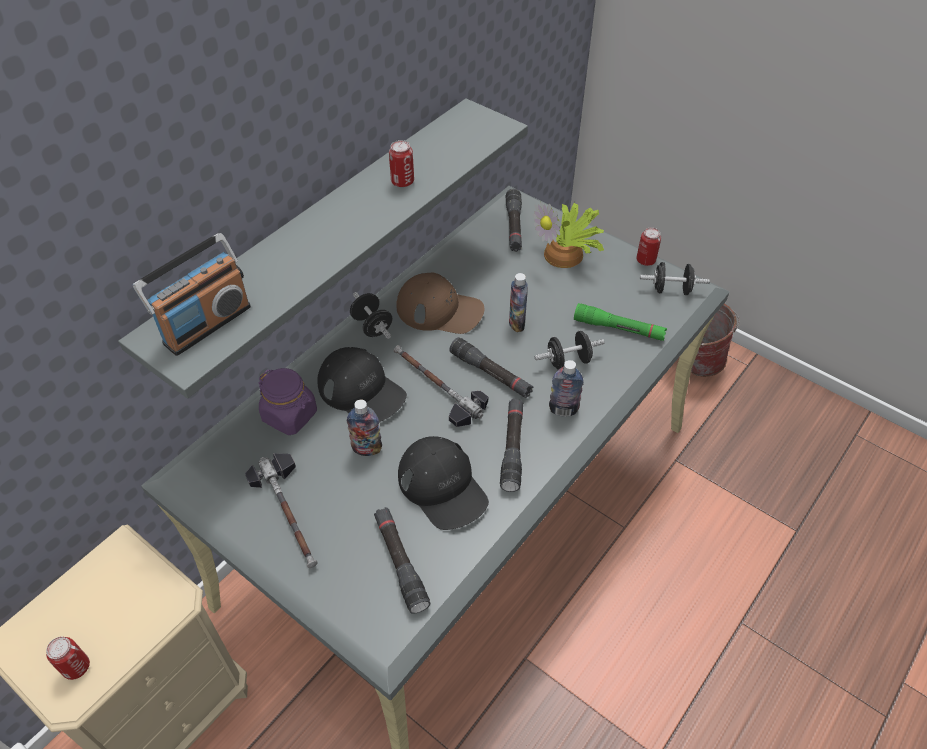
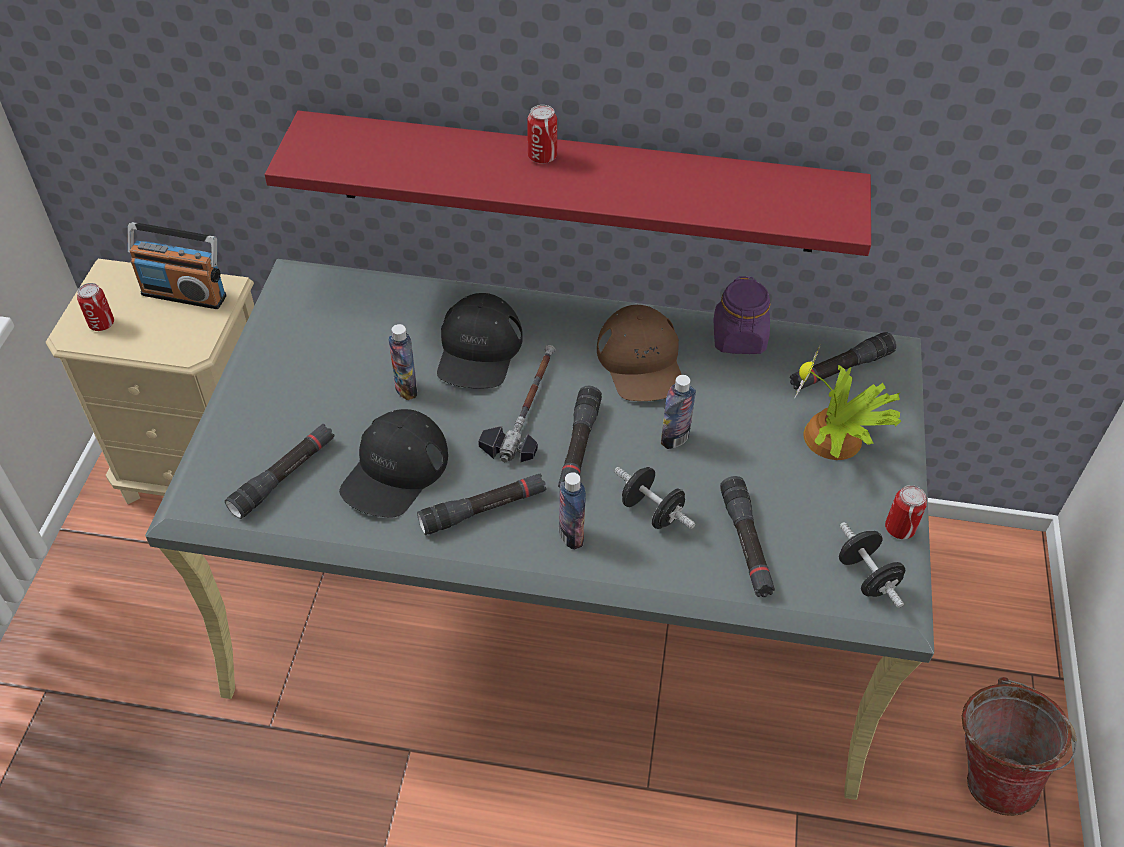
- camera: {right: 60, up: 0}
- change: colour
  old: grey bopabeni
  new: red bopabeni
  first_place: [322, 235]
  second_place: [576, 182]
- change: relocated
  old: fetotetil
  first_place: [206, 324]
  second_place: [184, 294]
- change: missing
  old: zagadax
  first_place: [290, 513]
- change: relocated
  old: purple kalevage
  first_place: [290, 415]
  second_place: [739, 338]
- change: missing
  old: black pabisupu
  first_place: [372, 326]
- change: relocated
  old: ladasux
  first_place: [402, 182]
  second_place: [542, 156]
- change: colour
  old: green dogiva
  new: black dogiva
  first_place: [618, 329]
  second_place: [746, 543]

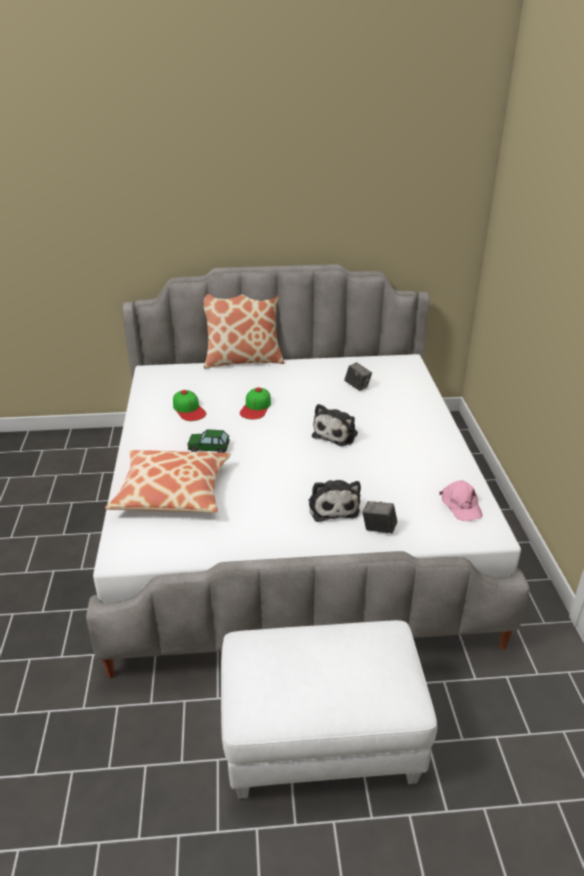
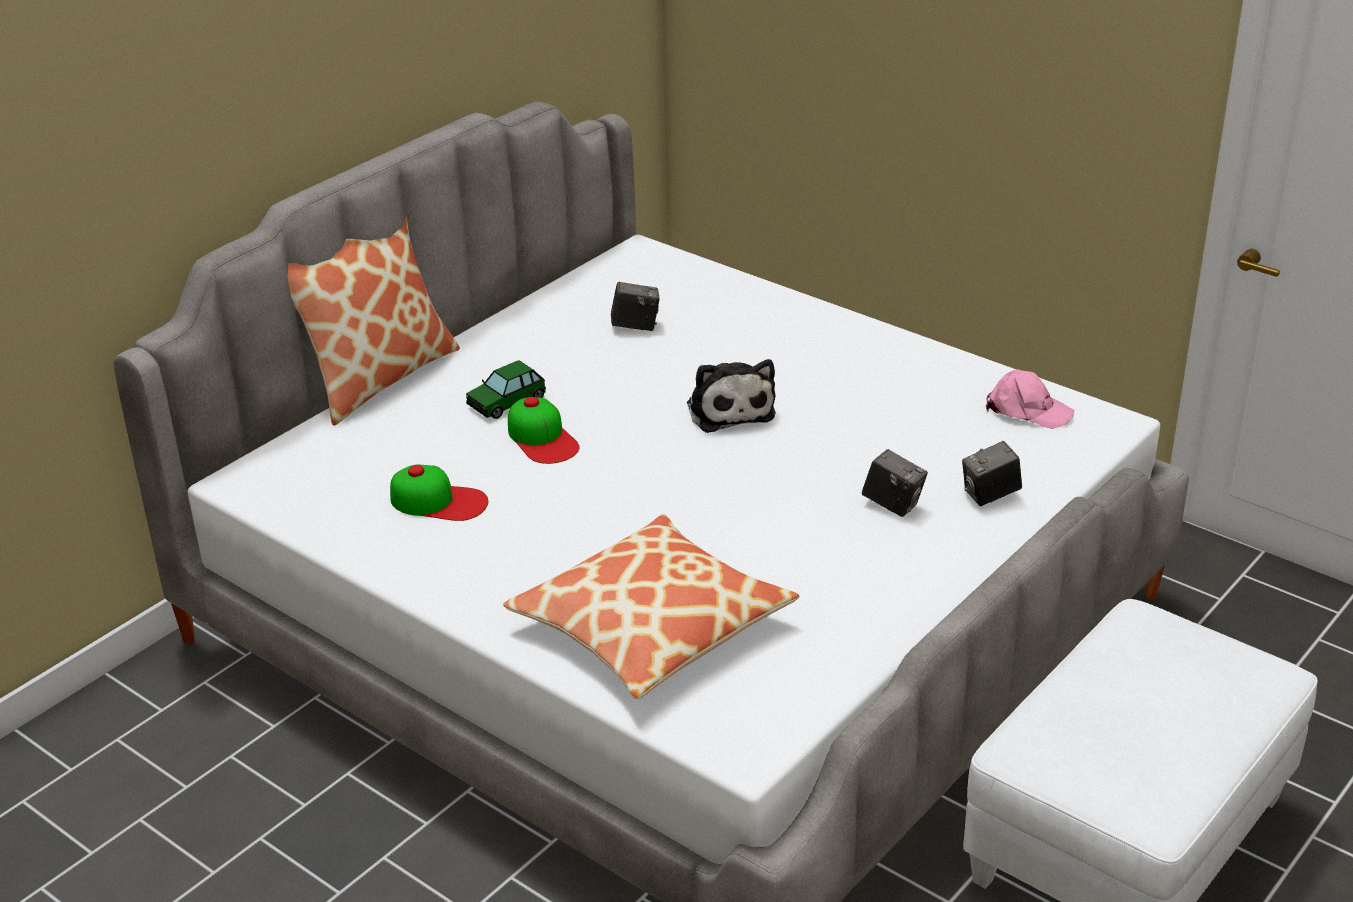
- camera: {right: -45, up: 0}
- change: relocated
  old: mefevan
  first_place: [209, 447]
  second_place: [506, 402]
- change: exchanged
  old: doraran
  new: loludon
  first_place: [332, 506]
  second_place: [893, 504]

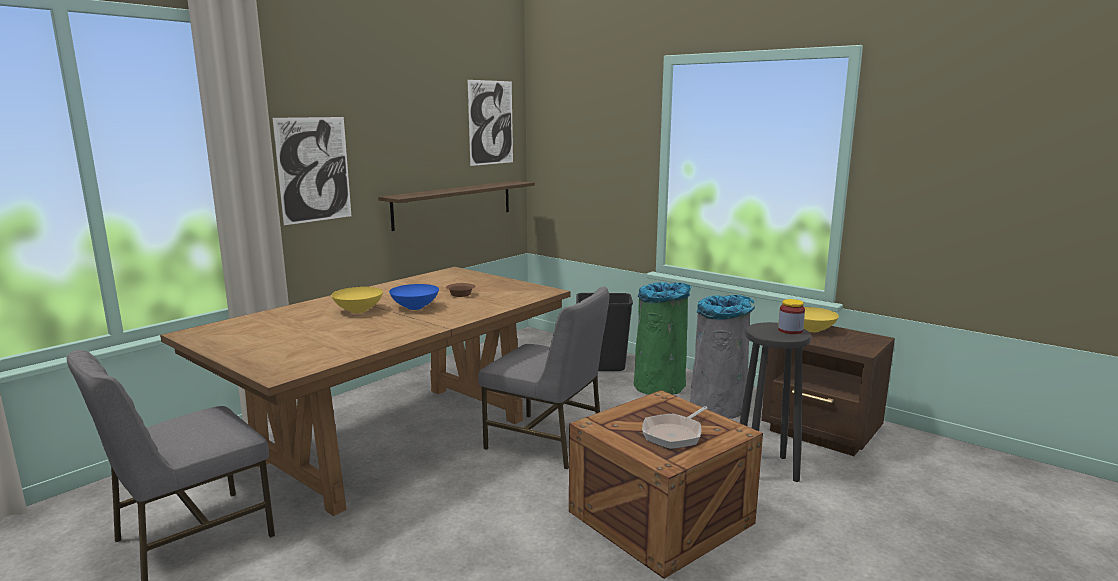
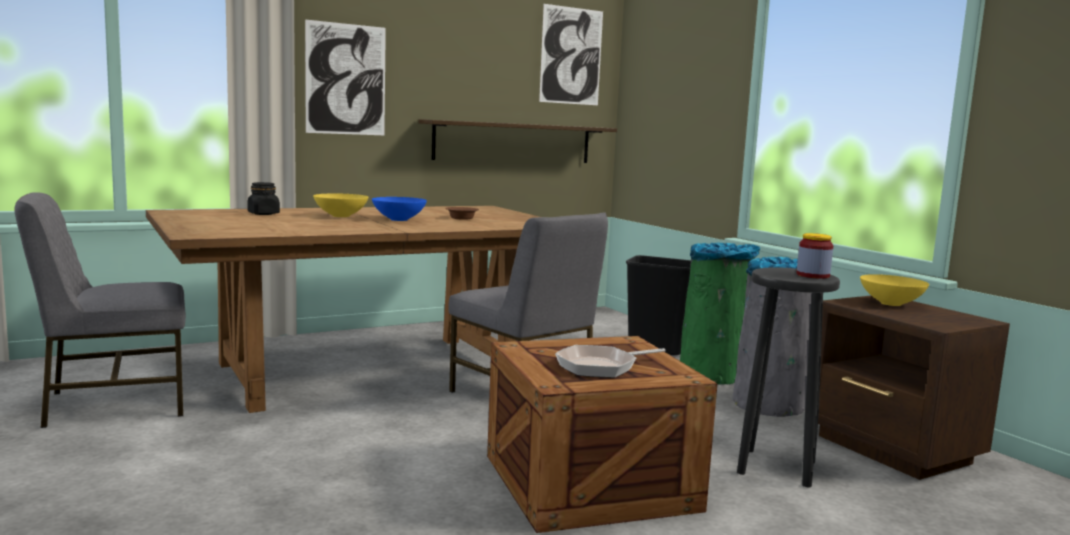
- camera: {right: 20, up: -5}
- change: appeared
  new: black kalevage
  second_place: [263, 214]

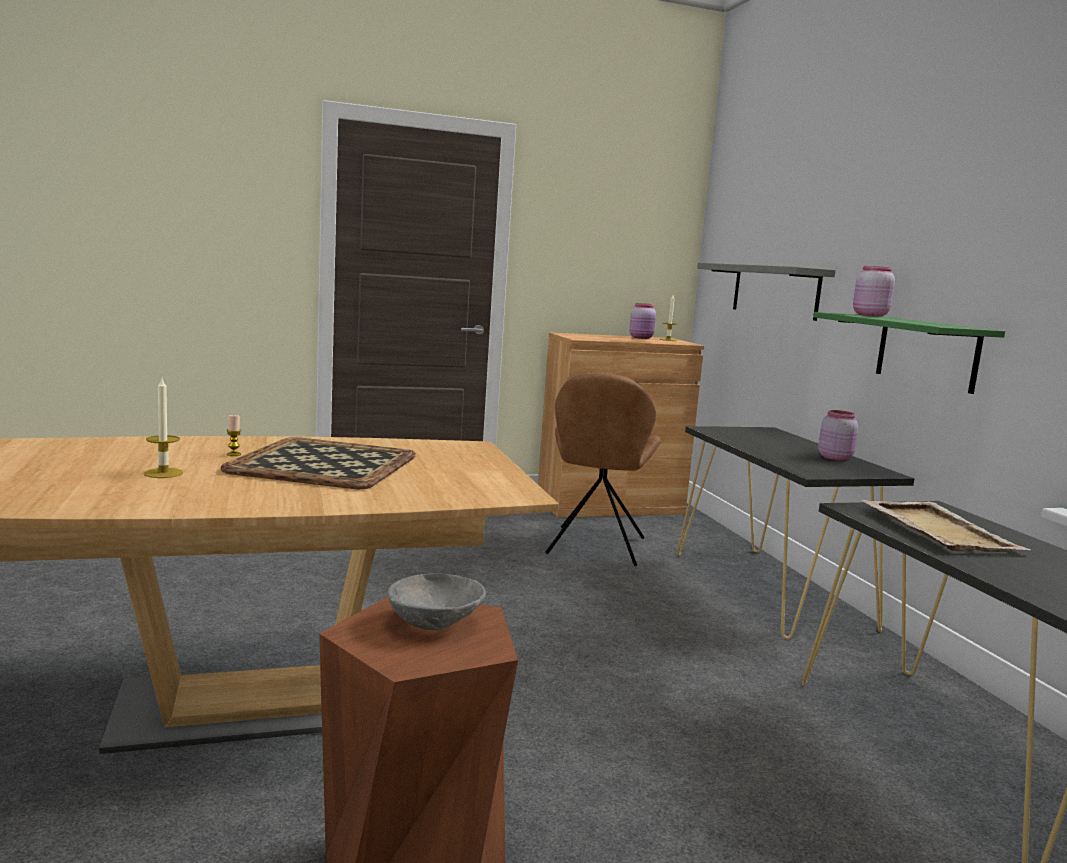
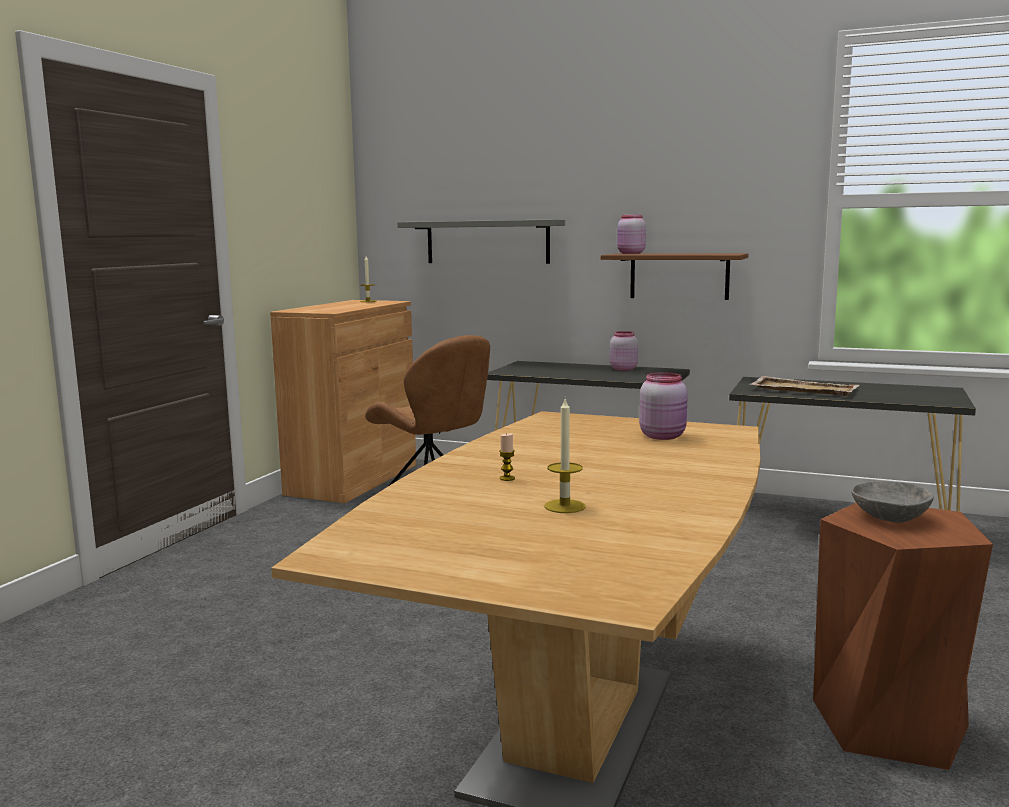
- camera: {right: -50, up: 0}
- change: missing
  old: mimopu
  first_place: [325, 464]
- change: relocated
  old: pink kalevage
  first_place: [641, 338]
  second_place: [663, 436]
- change: colour
  old: green bopabeni
  new: brown bopabeni
  first_place: [926, 352]
  second_place: [679, 276]

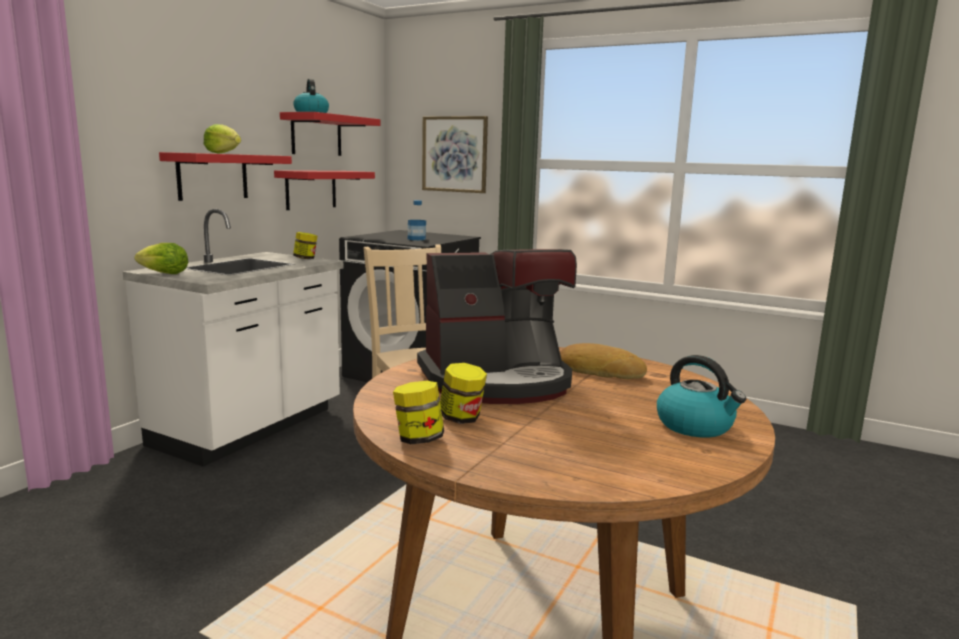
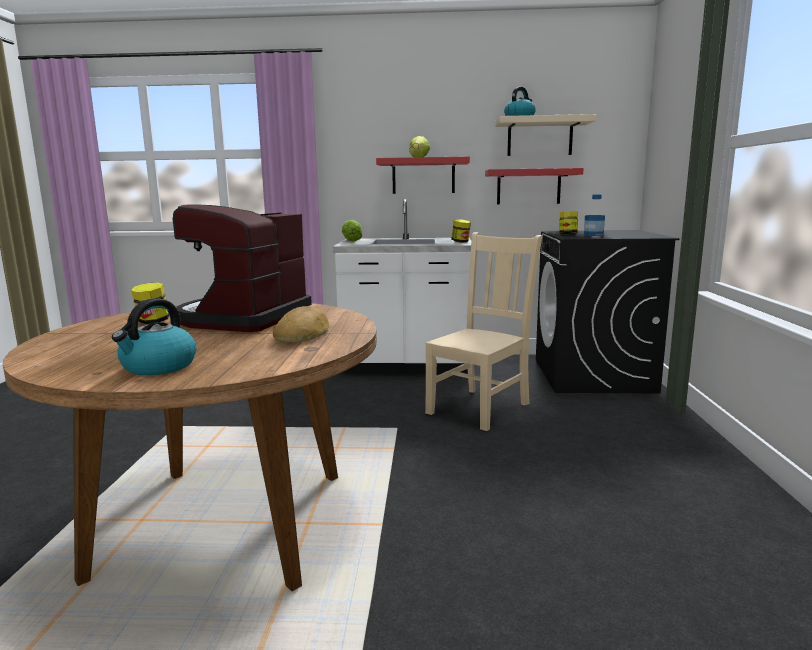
- camera: {right: 65, up: 0}
- change: colour
  old: red bopabeni
  new: beige bopabeni
  first_place: [316, 135]
  second_place: [540, 137]
- change: relocated
  old: kalevage
  first_place: [418, 439]
  second_place: [567, 234]
- change: spun
  old: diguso
  first_place: [497, 381]
  second_place: [244, 318]
  degrees: 60
- change: missing
  old: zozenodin
  first_place: [454, 154]

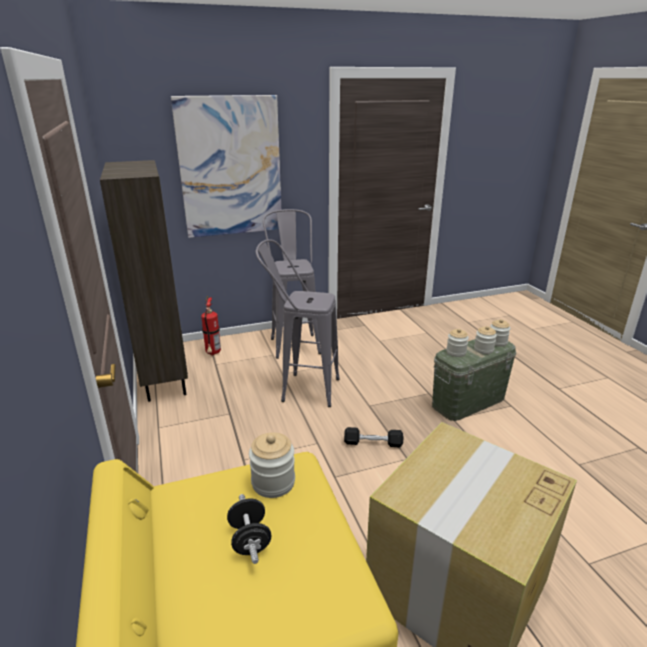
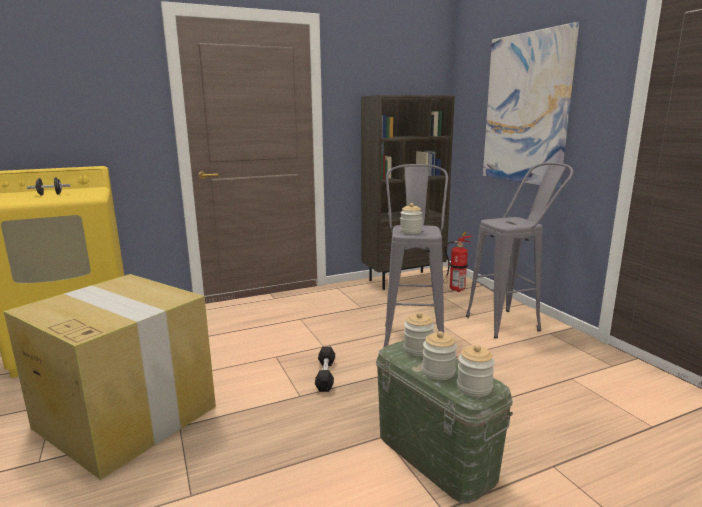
- camera: {right: 85, up: -10}
- change: relocated
  old: kalevage
  first_place: [273, 482]
  second_place: [410, 231]

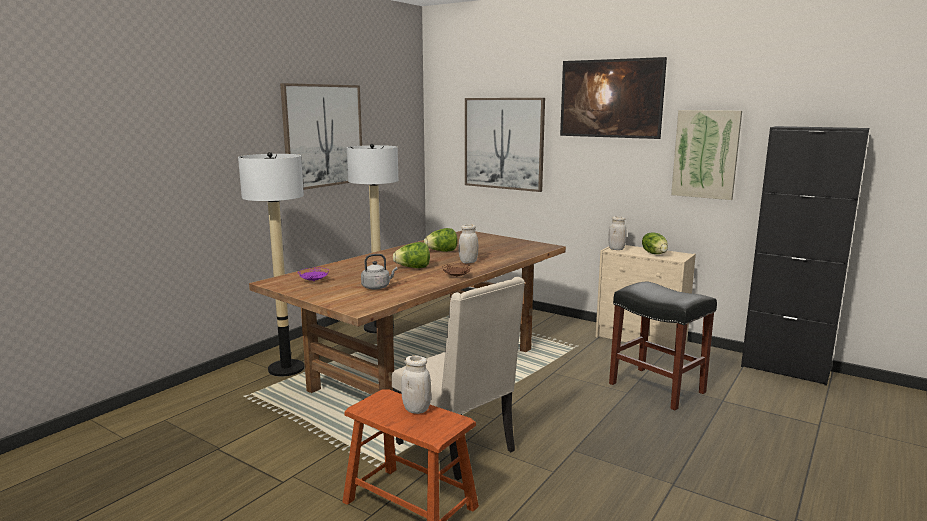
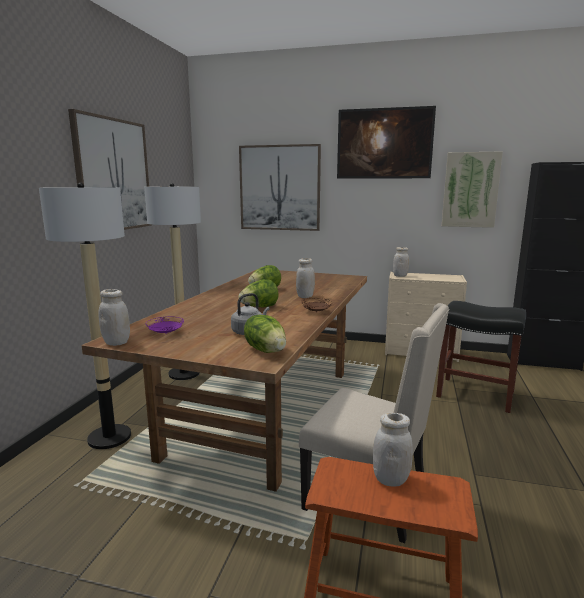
- camera: {right: -20, up: 0}
- change: relocated
  old: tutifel
  first_place: [655, 253]
  second_place: [266, 350]
- change: appeared
  new: white kalevage
  second_place: [116, 342]

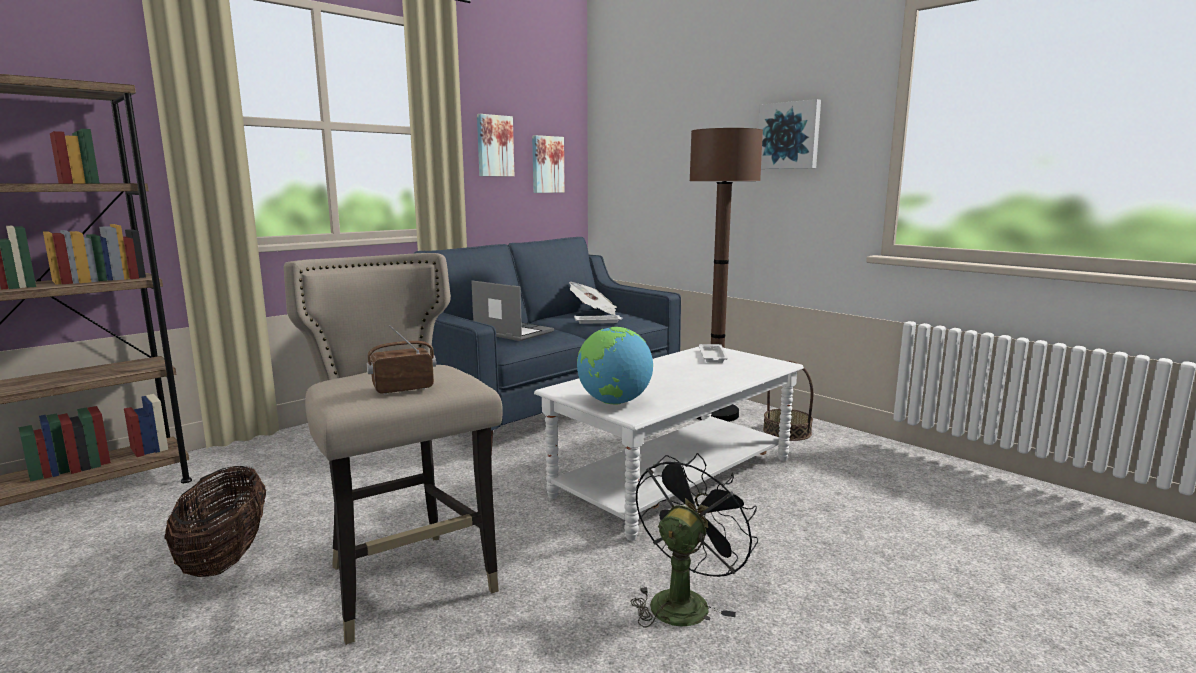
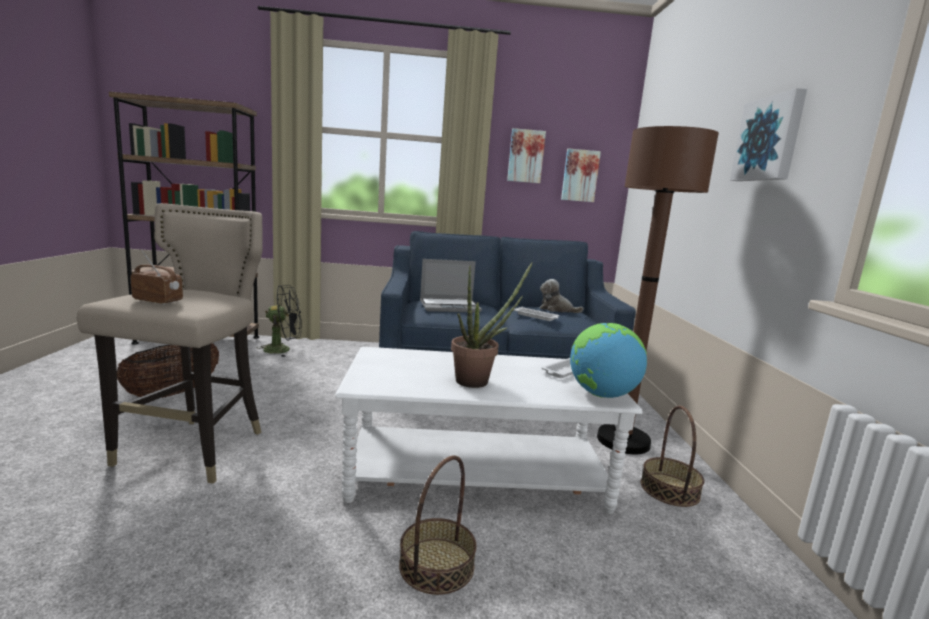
- camera: {right: 40, up: 0}
- change: spun
  old: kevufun
  first_place: [511, 332]
  second_place: [450, 306]
  degrees: 90
- change: exchanged
  old: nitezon
  new: doraran
  first_place: [594, 312]
  second_place: [556, 309]
- change: relocated
  old: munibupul
  first_place: [614, 402]
  second_place: [601, 395]
- change: relocated
  old: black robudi
  first_place: [683, 600]
  second_place: [283, 350]
- change: appeared
  new: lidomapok
  second_place: [437, 565]
- change: appeared
  new: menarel
  second_place: [478, 380]

